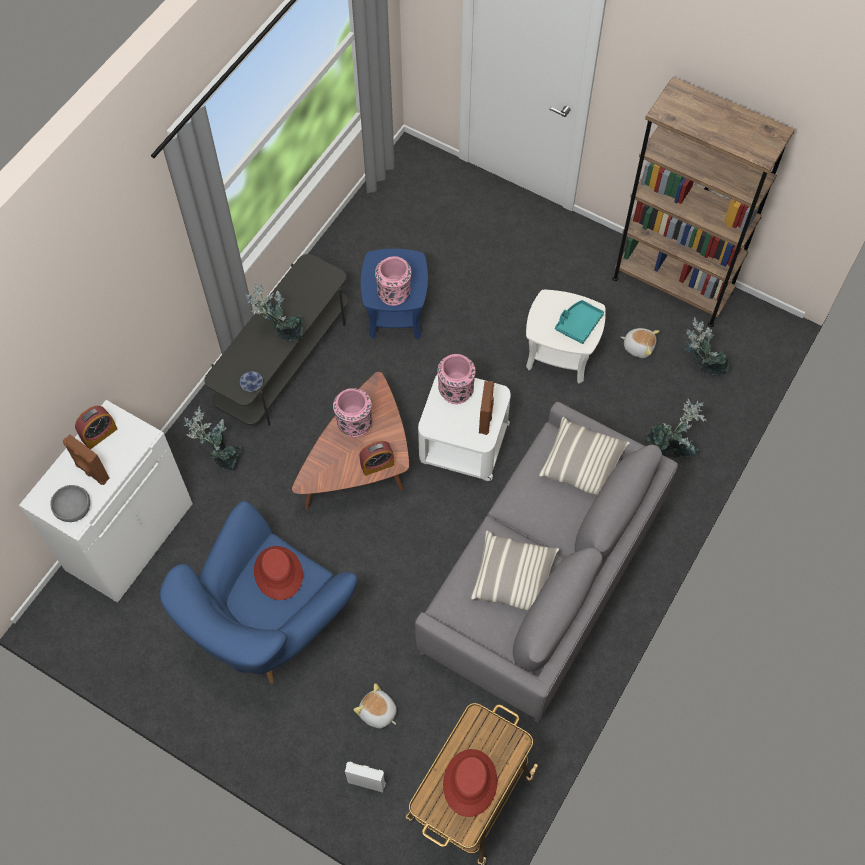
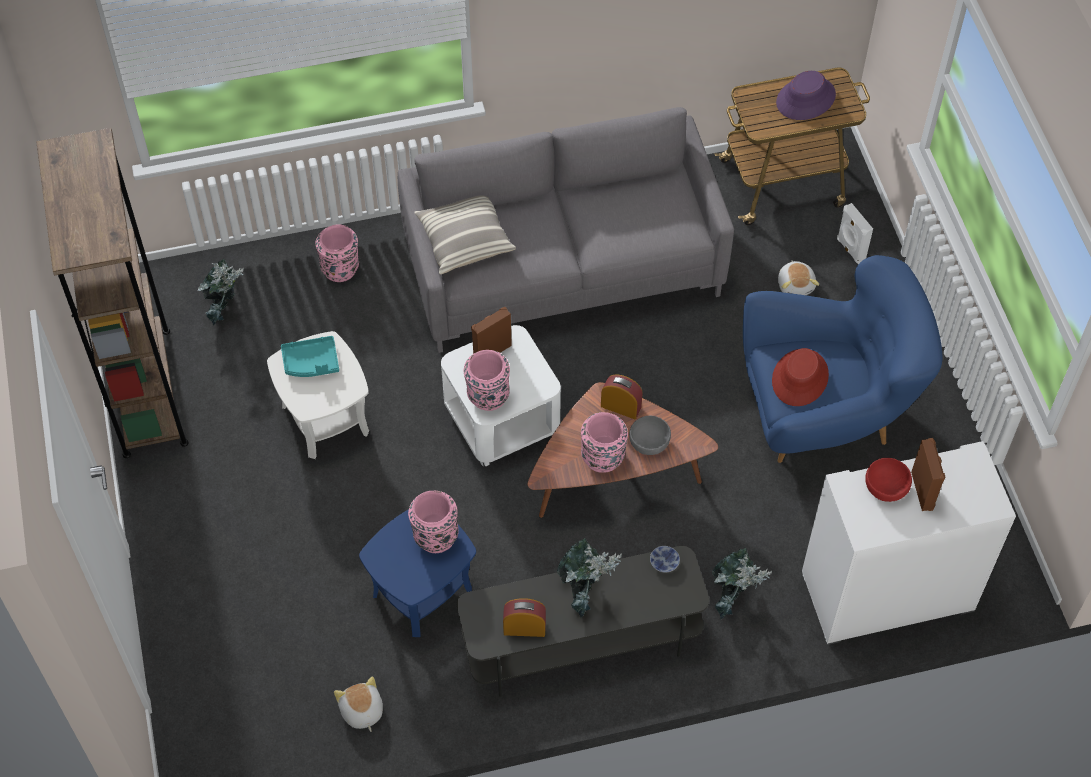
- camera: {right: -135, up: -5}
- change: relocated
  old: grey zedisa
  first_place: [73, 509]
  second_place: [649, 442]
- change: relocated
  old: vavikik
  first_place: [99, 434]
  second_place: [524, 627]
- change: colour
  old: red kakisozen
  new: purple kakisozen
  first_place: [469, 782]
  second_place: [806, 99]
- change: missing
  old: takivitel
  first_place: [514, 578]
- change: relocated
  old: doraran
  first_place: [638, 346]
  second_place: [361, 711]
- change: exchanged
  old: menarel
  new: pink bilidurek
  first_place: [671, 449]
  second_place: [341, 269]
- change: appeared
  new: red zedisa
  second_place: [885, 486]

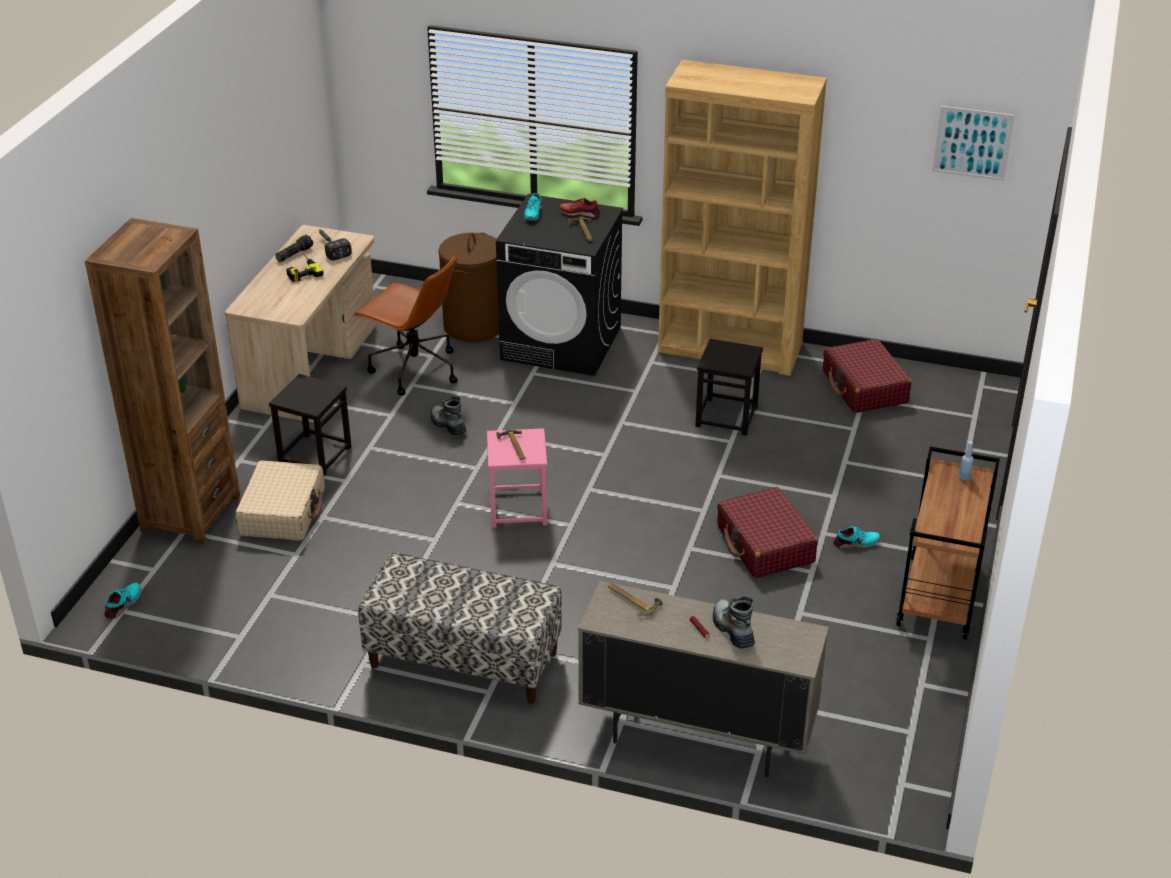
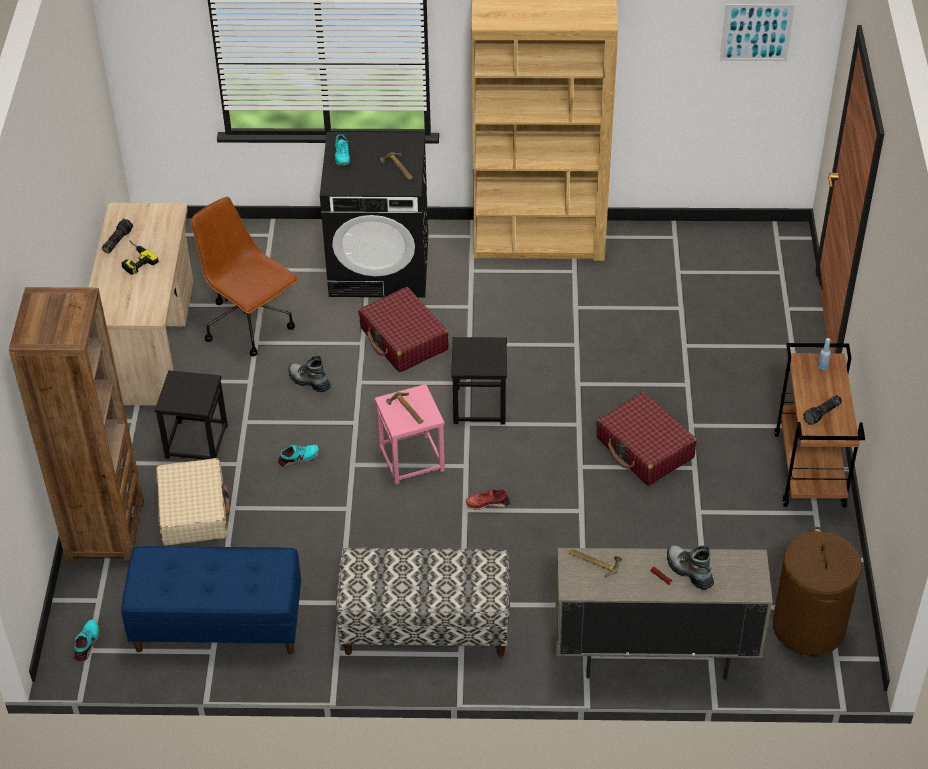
- camera: {right: -15, up: 10}
- change: missing
  old: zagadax
  first_place: [330, 247]
- change: spun
  old: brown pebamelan
  first_place: [414, 369]
  second_place: [250, 325]
  degrees: -150
- change: relocated
  old: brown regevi
  first_place: [474, 326]
  second_place: [809, 626]
- change: relocated
  old: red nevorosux
  first_place: [580, 213]
  second_place: [487, 503]
- change: relocated
  old: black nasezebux
  first_place: [727, 416]
  second_place: [480, 405]
- change: relocated
  old: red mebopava
  first_place: [864, 387]
  second_place: [404, 339]
- change: relocated
  old: turquoise nevorosux
  first_place: [856, 543]
  second_place: [299, 458]
- change: appeared
  new: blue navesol
  second_place: [217, 625]
- change: appeared
  new: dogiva
  second_place: [822, 414]

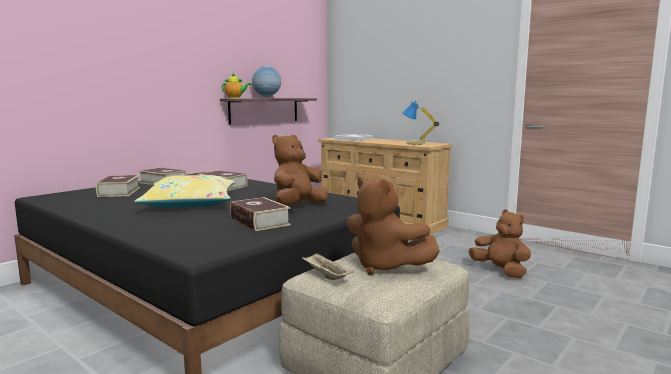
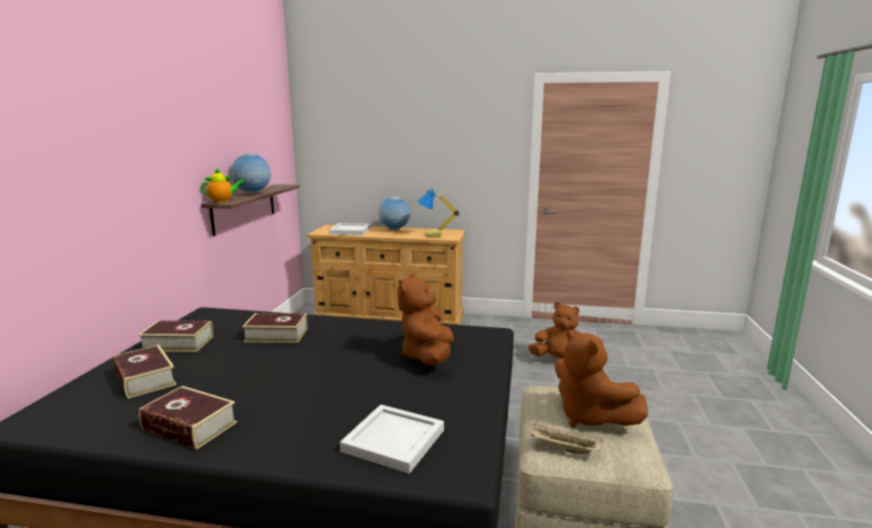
- camera: {right: -30, up: 5}
- change: missing
  old: yellow takivitel
  first_place: [190, 203]
- change: relocated
  old: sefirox
  first_place: [259, 221]
  second_place: [190, 426]
- change: spun
  old: brown doraran
  first_place: [384, 266]
  second_place: [589, 417]
  degrees: 45
- change: appeared
  new: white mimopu
  second_place: [393, 439]
- change: appeared
  new: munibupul
  second_place: [394, 230]

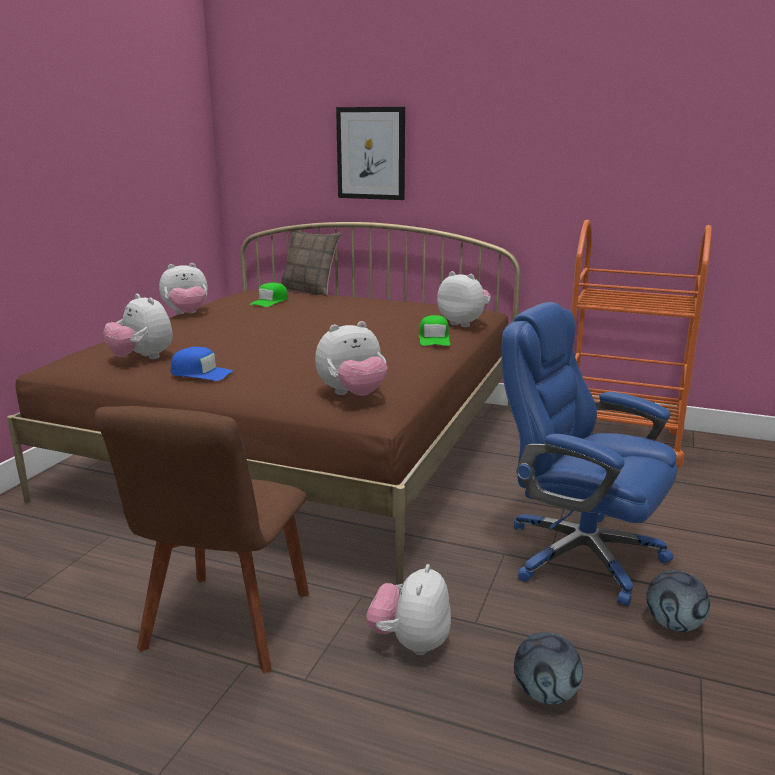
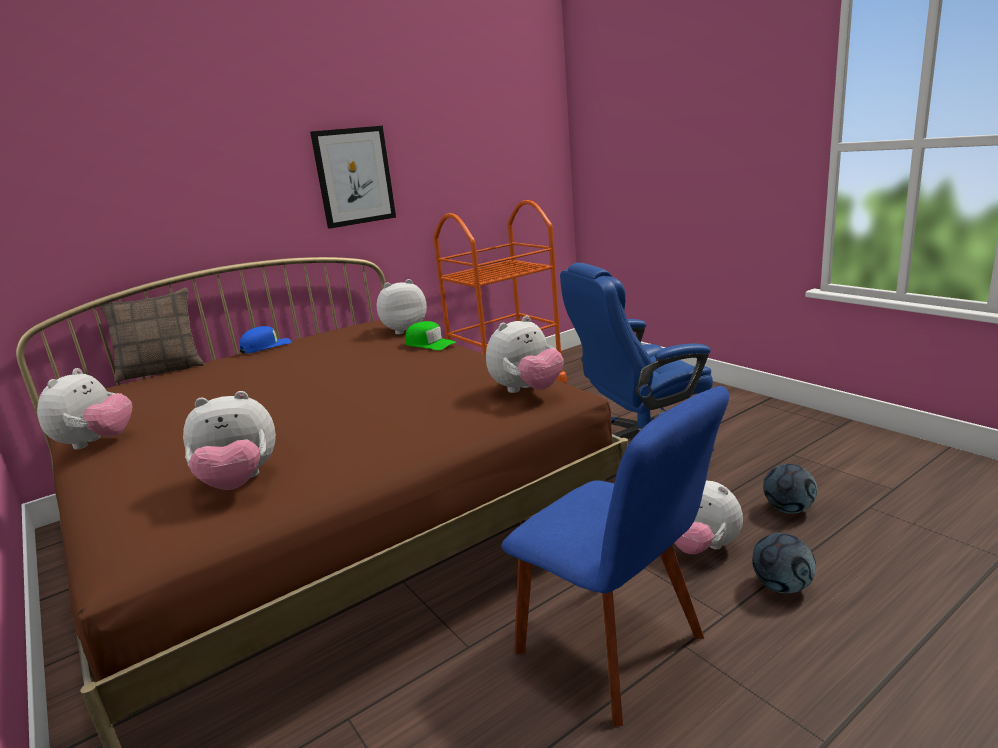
- camera: {right: -55, up: 0}
- change: colour
  old: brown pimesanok
  new: blue pimesanok
  first_place: [225, 626]
  second_place: [616, 650]
- change: relocated
  old: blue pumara
  first_place: [201, 373]
  second_place: [265, 346]
- change: missing
  old: green pumara
  first_place: [270, 302]
- change: spun
  old: doraran
  first_place: [353, 395]
  second_place: [527, 391]
  degrees: 45
- change: relocated
  old: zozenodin
  first_place: [371, 153]
  second_place: [354, 176]
- change: relocated
  old: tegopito
  first_place: [673, 625]
  second_place: [781, 587]

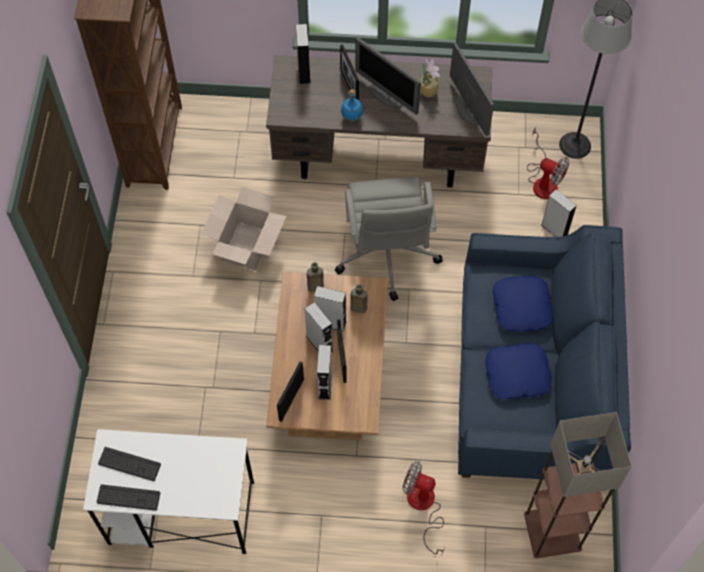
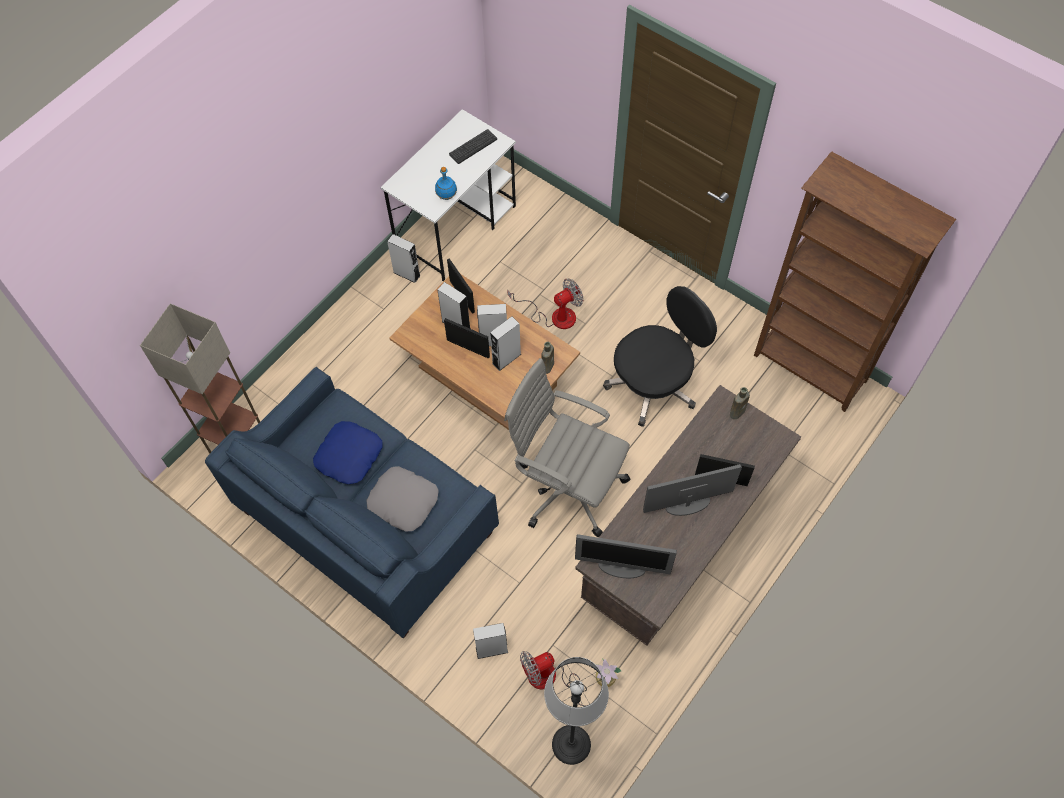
- camera: {right: 125, up: 0}
- change: missing
  old: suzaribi
  first_place: [128, 497]
- change: exchanged
  old: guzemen
  new: black pebamelan
  first_place: [246, 246]
  second_place: [654, 383]
- change: relocated
  old: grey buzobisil
  first_place: [304, 72]
  second_place: [406, 274]
- change: relocated
  old: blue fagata
  first_place: [352, 117]
  second_place: [446, 196]
- change: relocated
  old: brown fagata
  first_place: [357, 308]
  second_place: [737, 412]
- change: relocated
  old: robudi
  first_place: [423, 507]
  second_place: [554, 316]
- change: relocated
  old: menarel
  first_place: [429, 91]
  second_place: [605, 680]
- change: colour
  old: blue takivitel
  new: grey takivitel
  first_place: [521, 307]
  second_place: [403, 501]

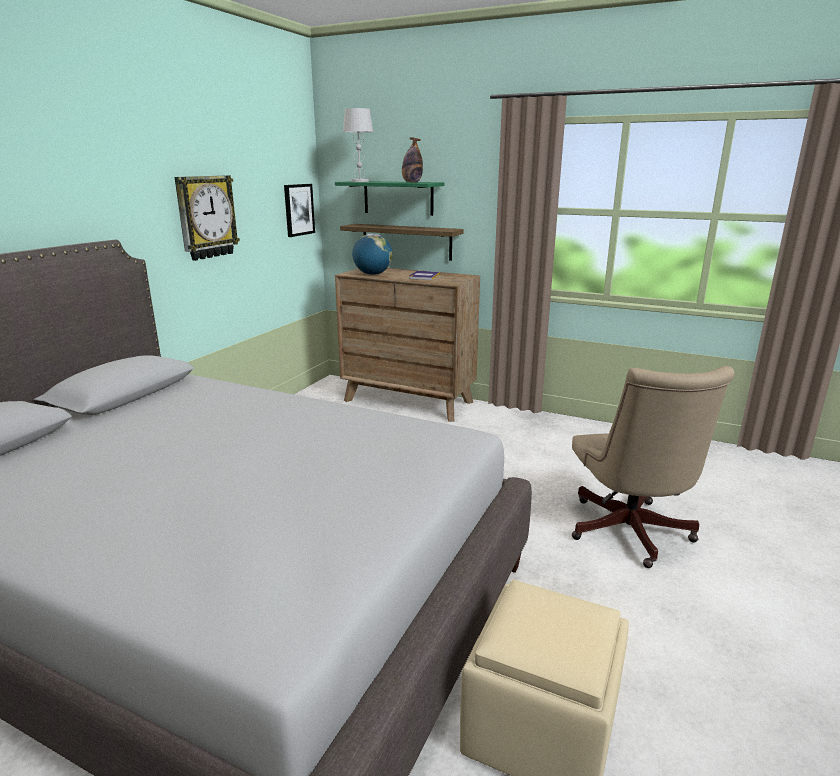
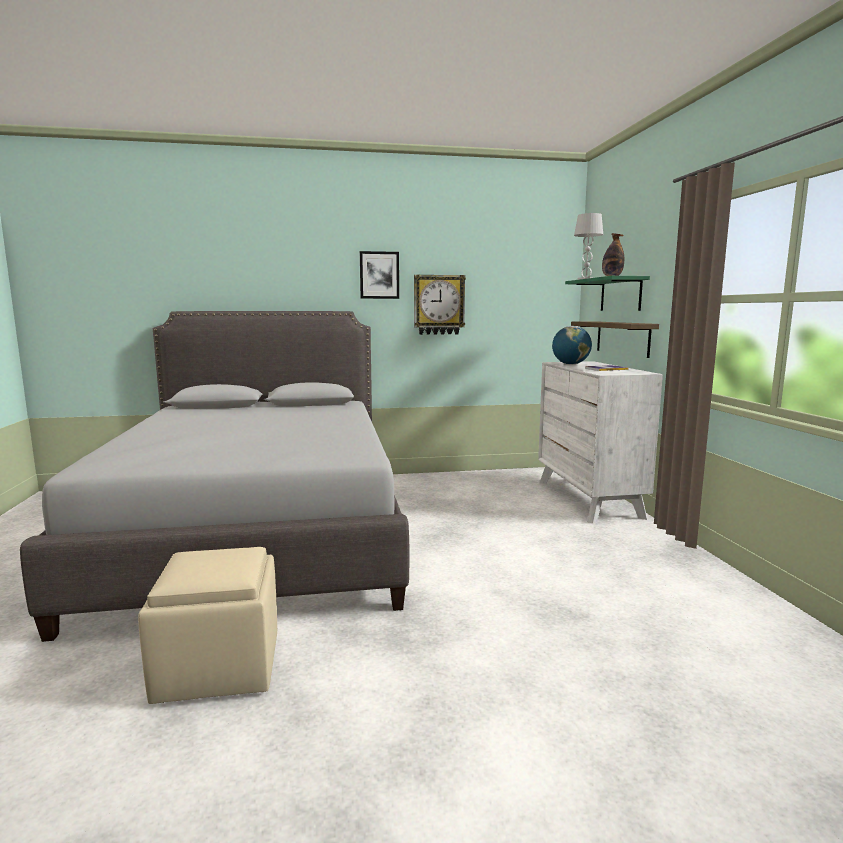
- camera: {right: 55, up: -10}
- change: relocated
  old: zozenodin
  first_place: [298, 209]
  second_place: [379, 275]
- change: colour
  old: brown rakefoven
  new: white rakefoven
  first_place: [408, 401]
  second_place: [588, 499]
- change: missing
  old: beige pebamelan
  first_place: [630, 535]

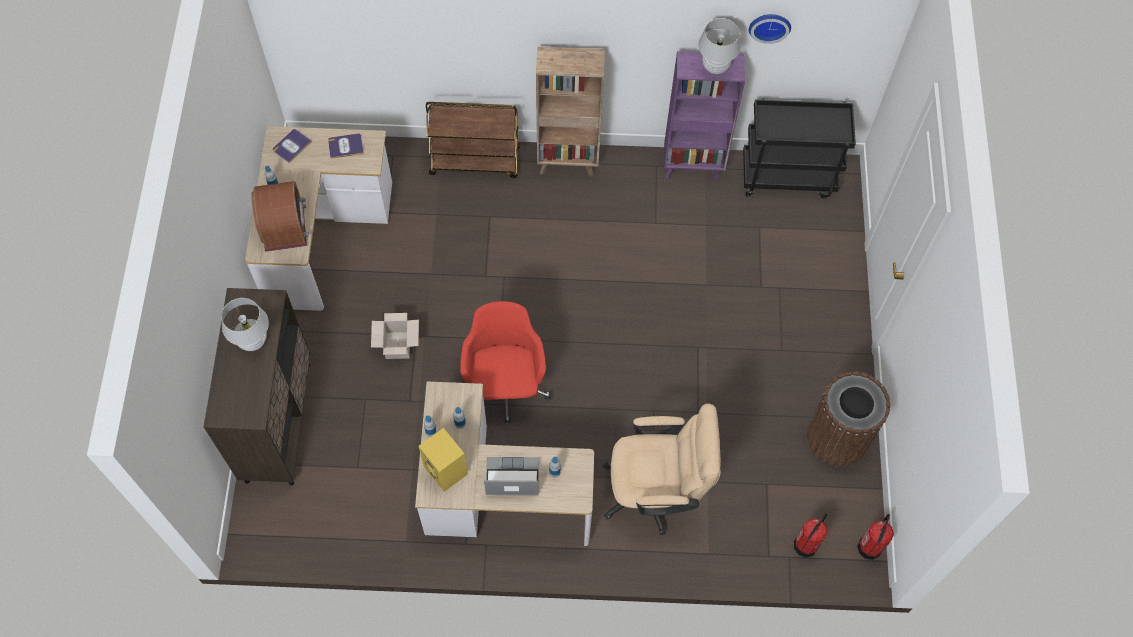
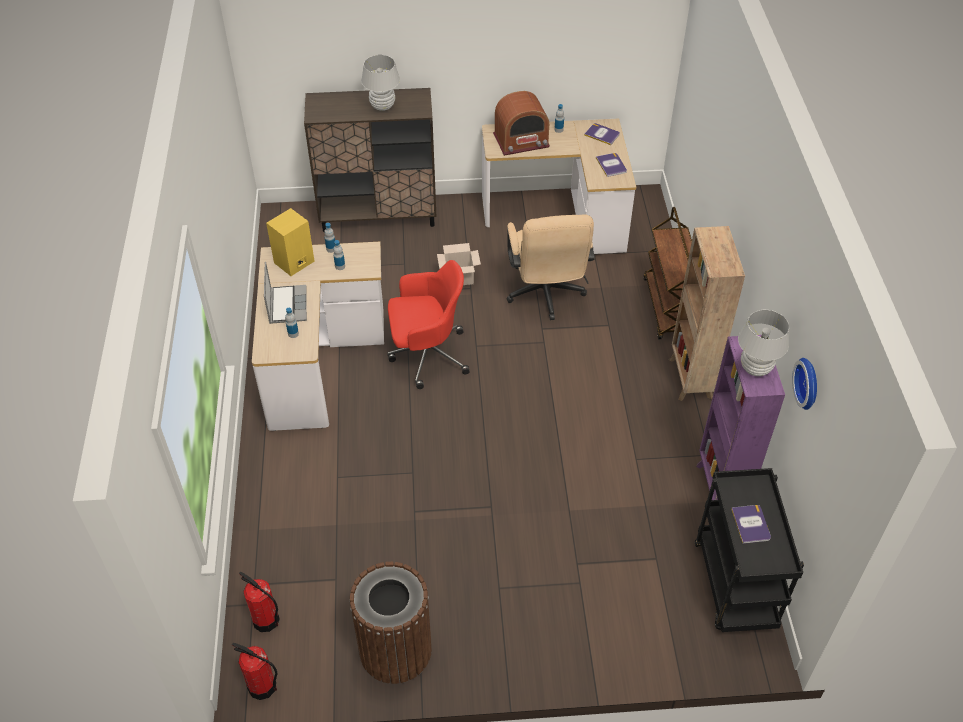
- camera: {right: 85, up: -15}
- change: relocated
  old: beige pebamelan
  first_place: [656, 491]
  second_place: [546, 295]
- change: appeared
  new: sefirox
  second_place: [751, 524]

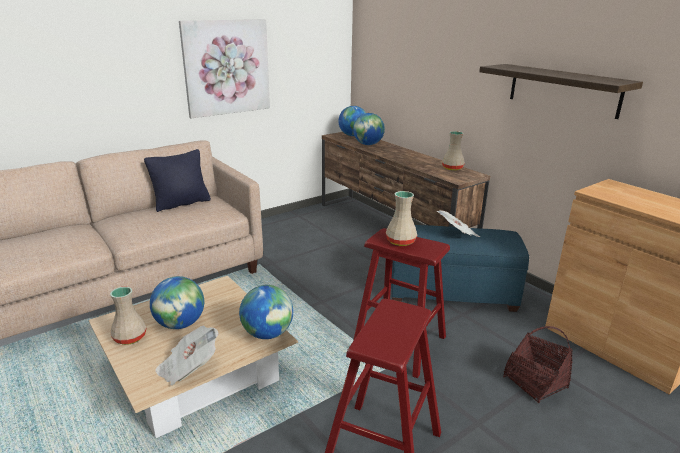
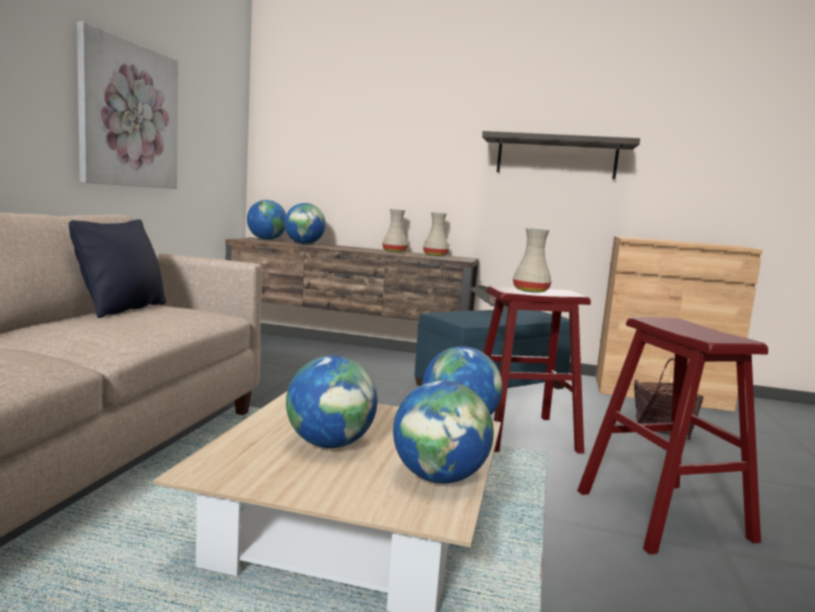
- camera: {right: -40, up: -15}
- change: relocated
  old: beige bilidurek
  first_place: [129, 337]
  second_place: [393, 251]
- change: exchanged
  old: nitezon
  new: munibupul
  first_place: [188, 368]
  second_place: [439, 478]

